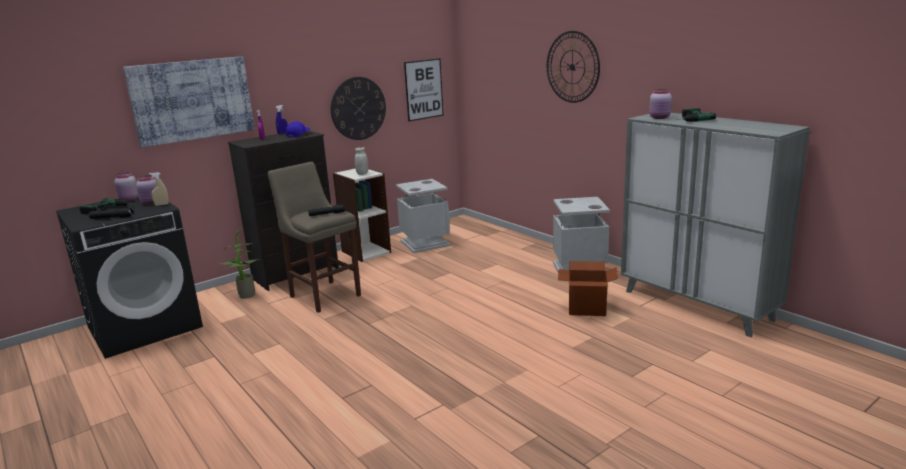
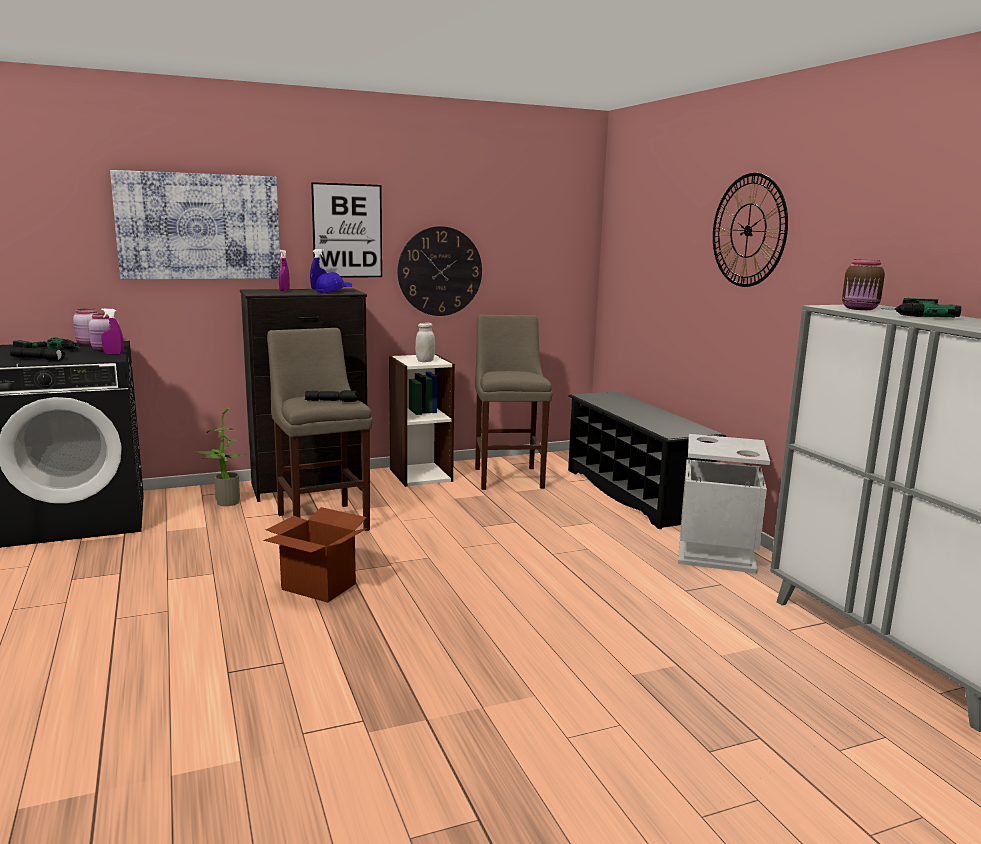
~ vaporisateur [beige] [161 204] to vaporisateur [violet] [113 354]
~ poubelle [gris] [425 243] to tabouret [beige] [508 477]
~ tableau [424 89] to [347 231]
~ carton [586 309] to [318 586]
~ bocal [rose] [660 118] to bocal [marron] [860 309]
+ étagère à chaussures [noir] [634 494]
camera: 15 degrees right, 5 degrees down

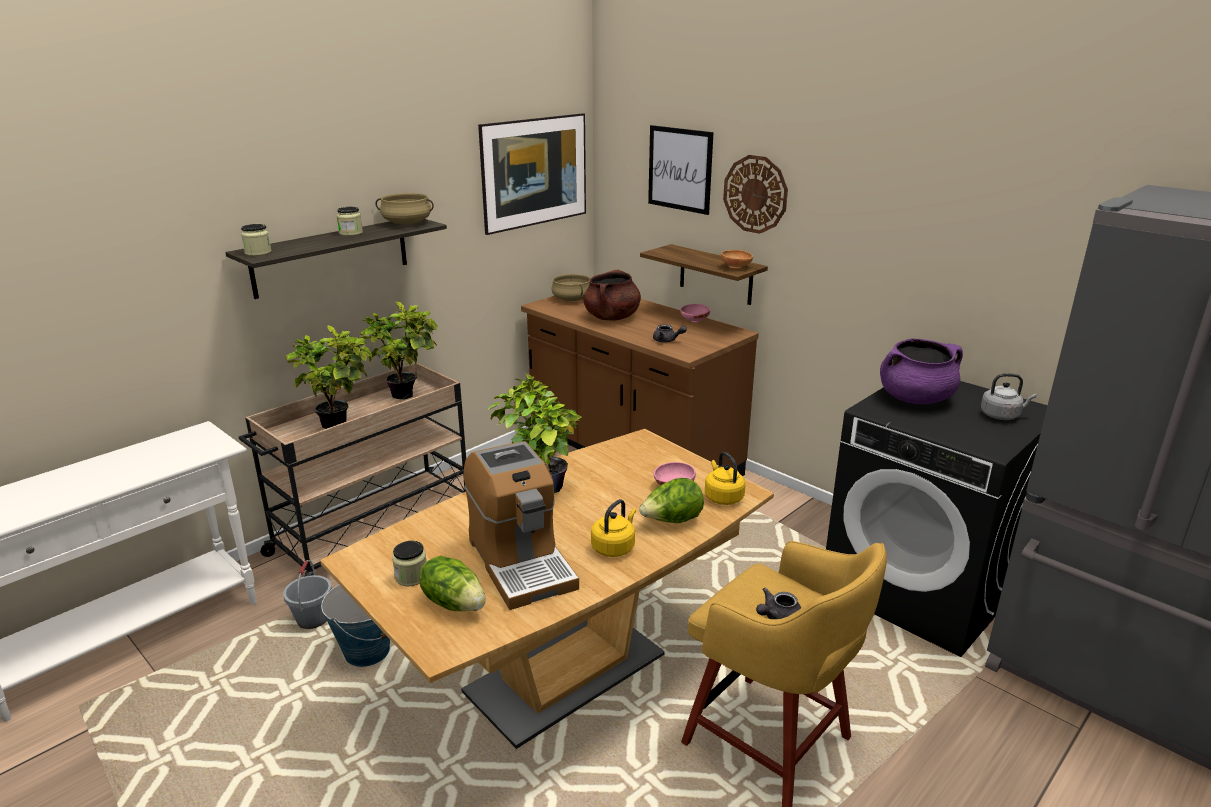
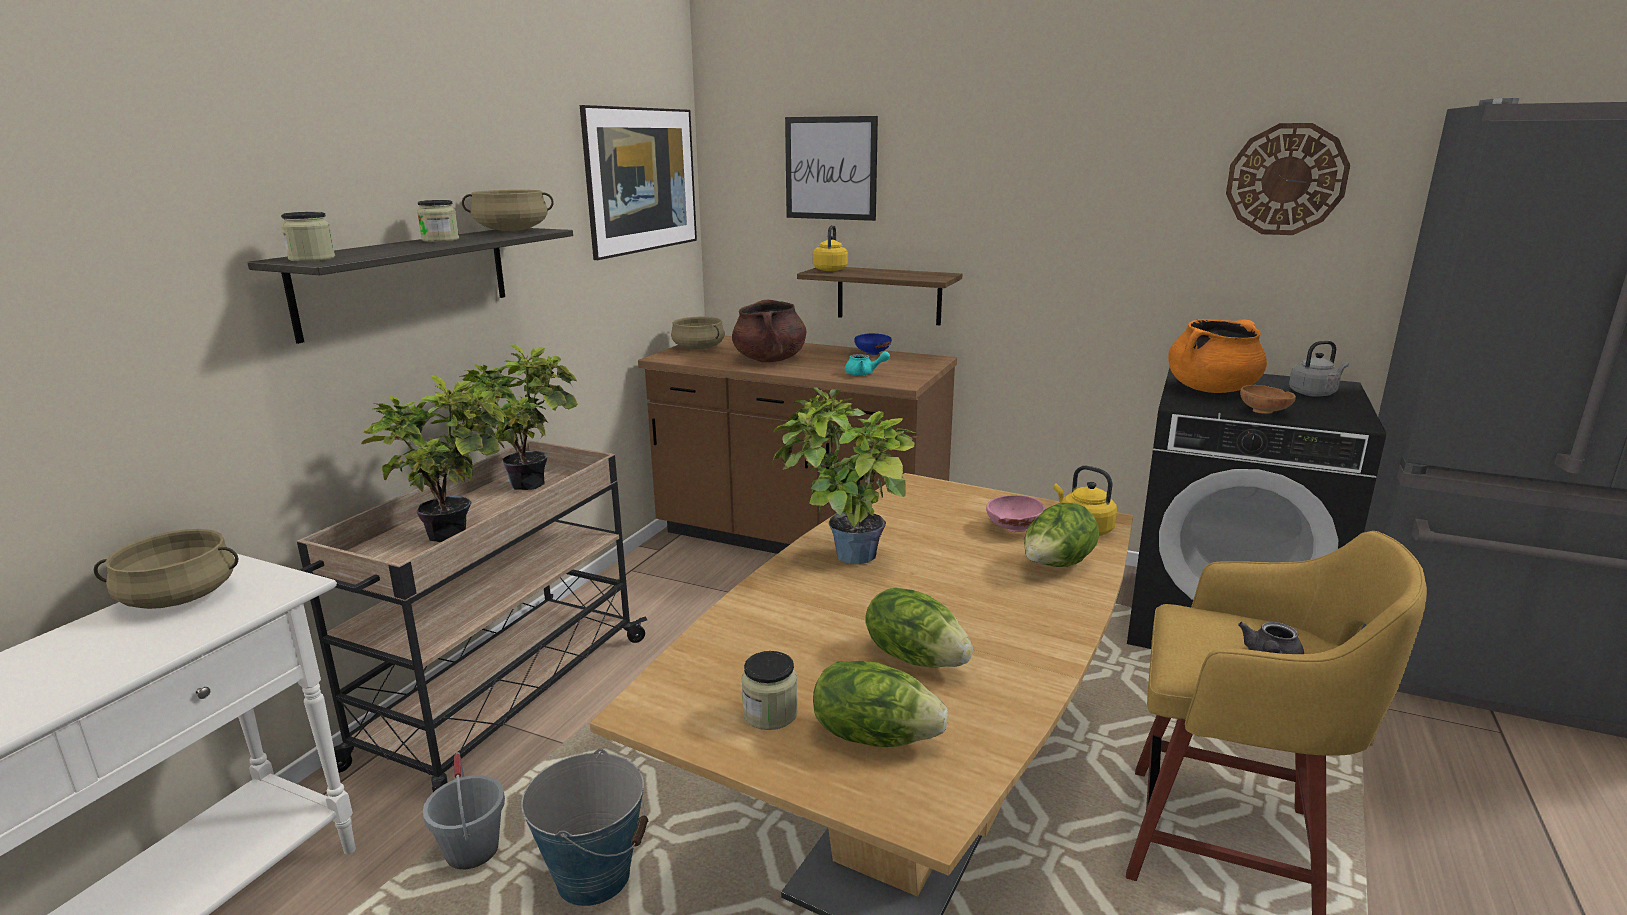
~ machine à café [521 562] to laitue [915 657]
~ bouilloire [jaune] [614 547] to [830 269]
~ théière [gris] [667 341] to théière [turquoise] [864 374]
~ bol [rose] [694 321] to bol [bleu] [872 354]
~ bol [marron] [736 267] to [1265 412]
~ horloge murale [755 194] to [1286 179]
~ marmite [violet] [915 398] to marmite [orange] [1212 390]
+ marmite [beige] [179 597]
camera: 20 degrees left, 5 degrees down

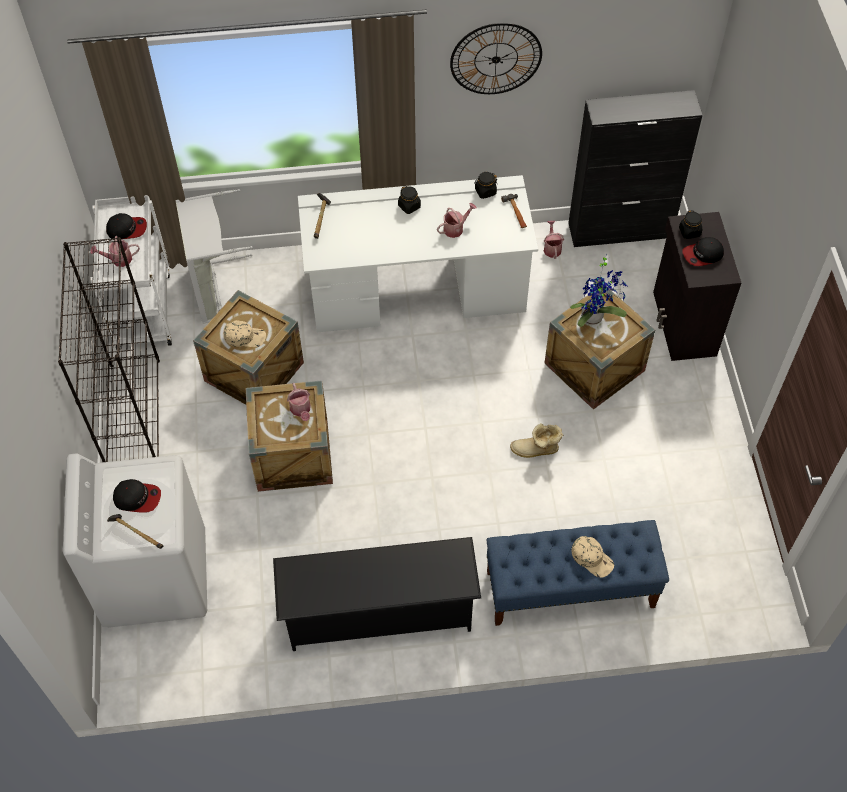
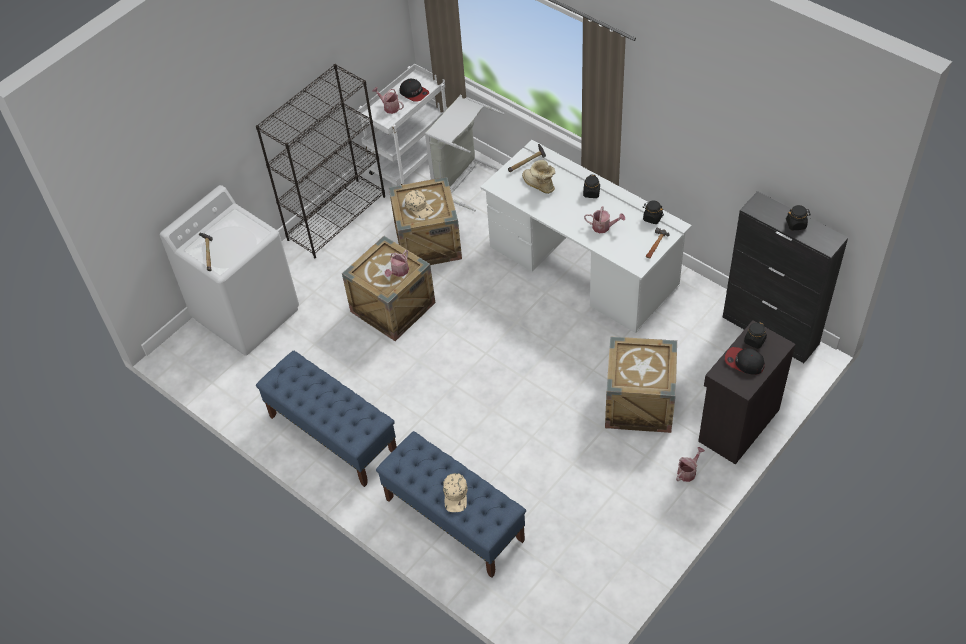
- casquette [137 498]
~ étagère à chaussures [noir] [379 613] to banc [bleu] [332 434]
- horloge murale [496 59]
~ botte [536 451] to [538 185]
~ arrosoir [552 248] to [688 471]
- plante en pot [595 317]
+ bocal [noir] [796 224]
camera: 50 degrees right, 5 degrees down

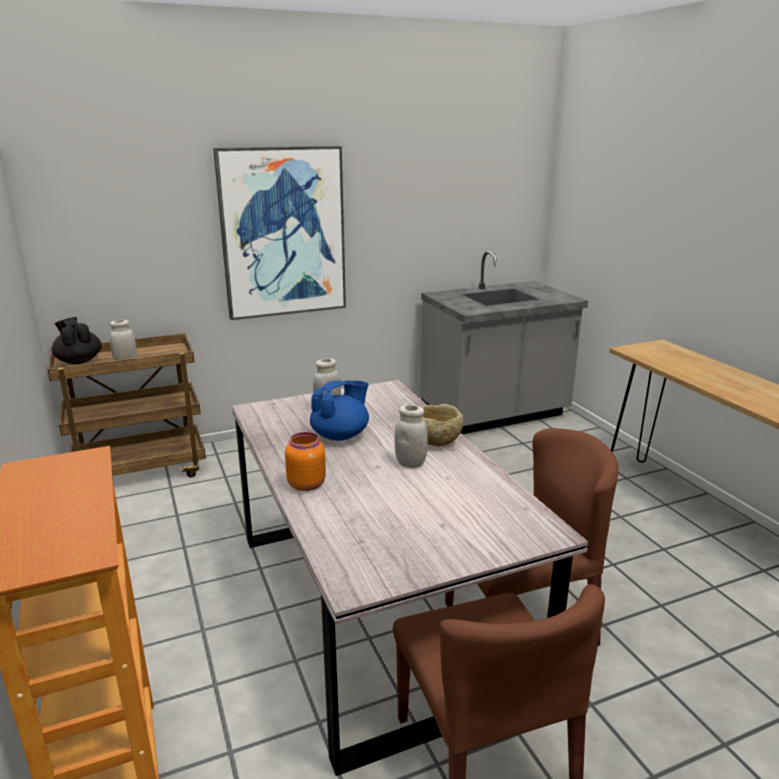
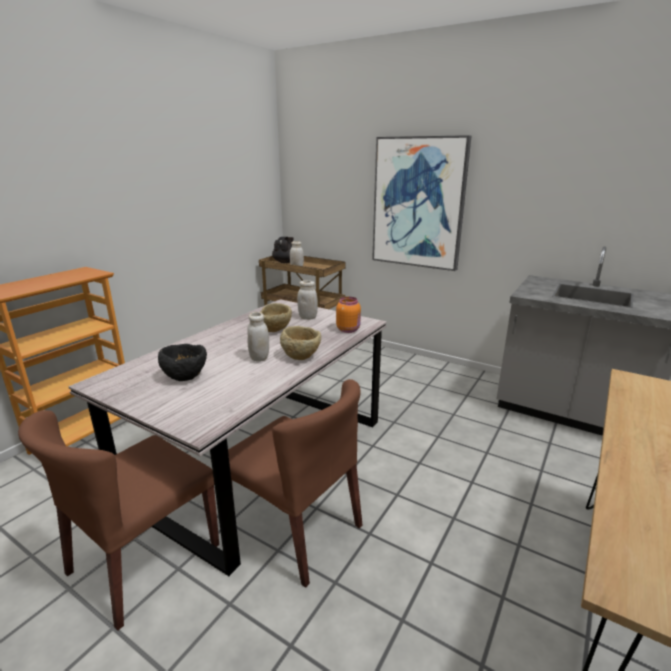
~ bocal [orange] [306 484] to [348 330]
~ théière [bleu] [341 435] to bol [beige] [275 331]
+ bol [noir] [185 377]
camera: 55 degrees right, 0 degrees up

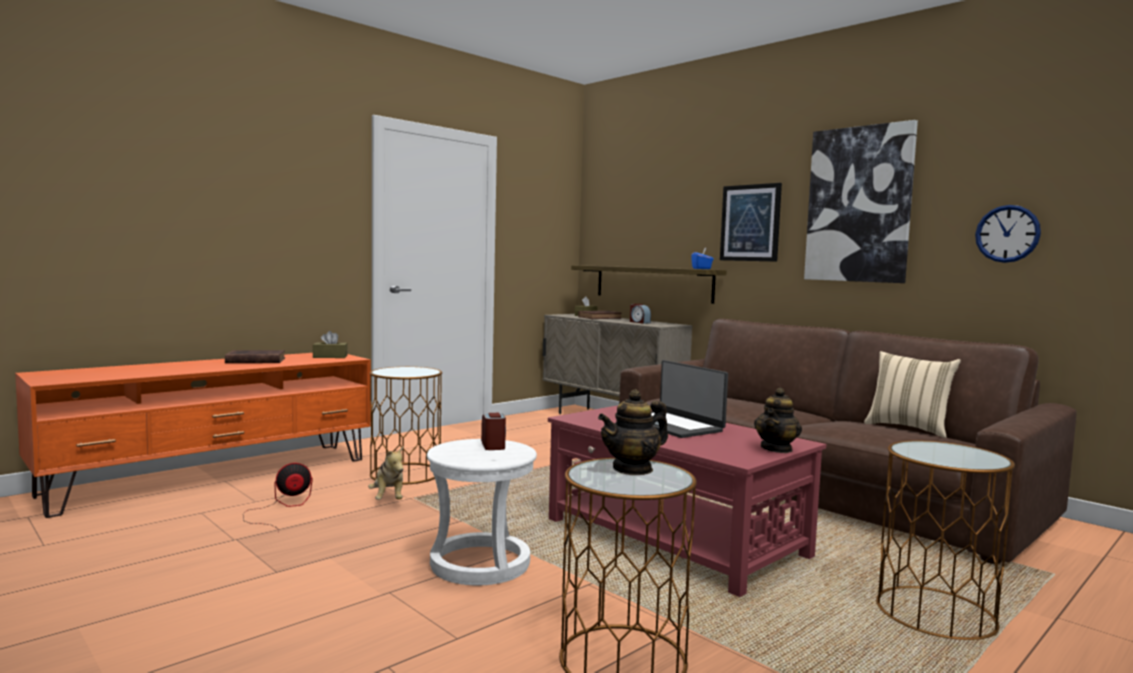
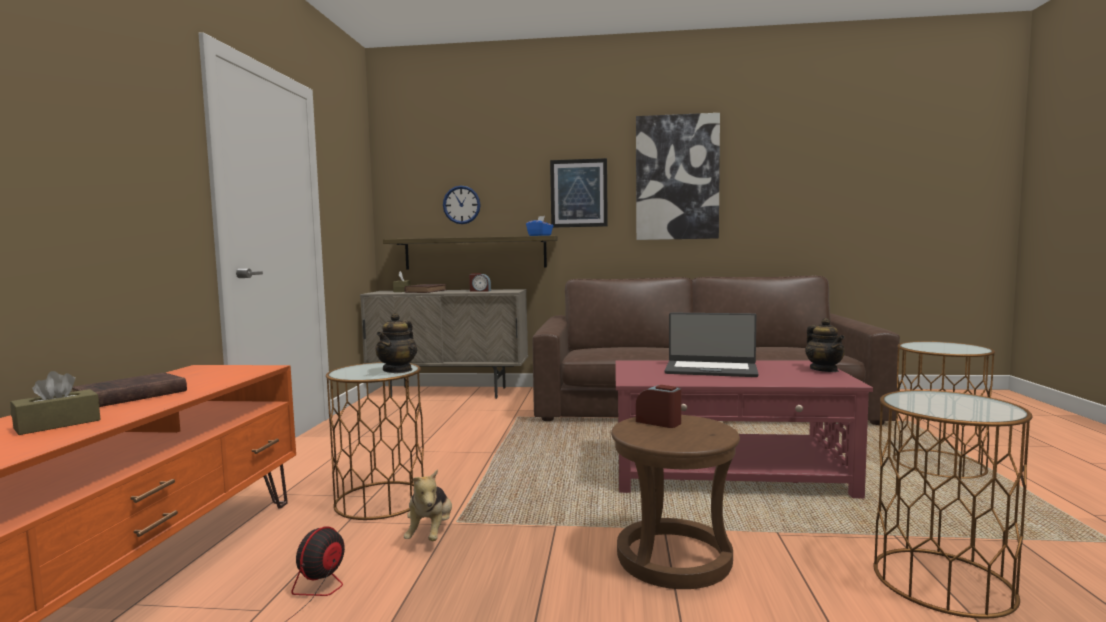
~ boîte à mouchoirs [marron] [330 357] to [57 424]
~ peluche [388 499] = [431 534] 60 degrees clockwise
~ tabouret [blanc] [479 563] to tabouret [marron] [673 558]
~ théière [633 469] to [398 370]
- coussin [beige] [908 428]
~ horloge murale [1007 233] to [461 205]
camera: 40 degrees left, 0 degrees up

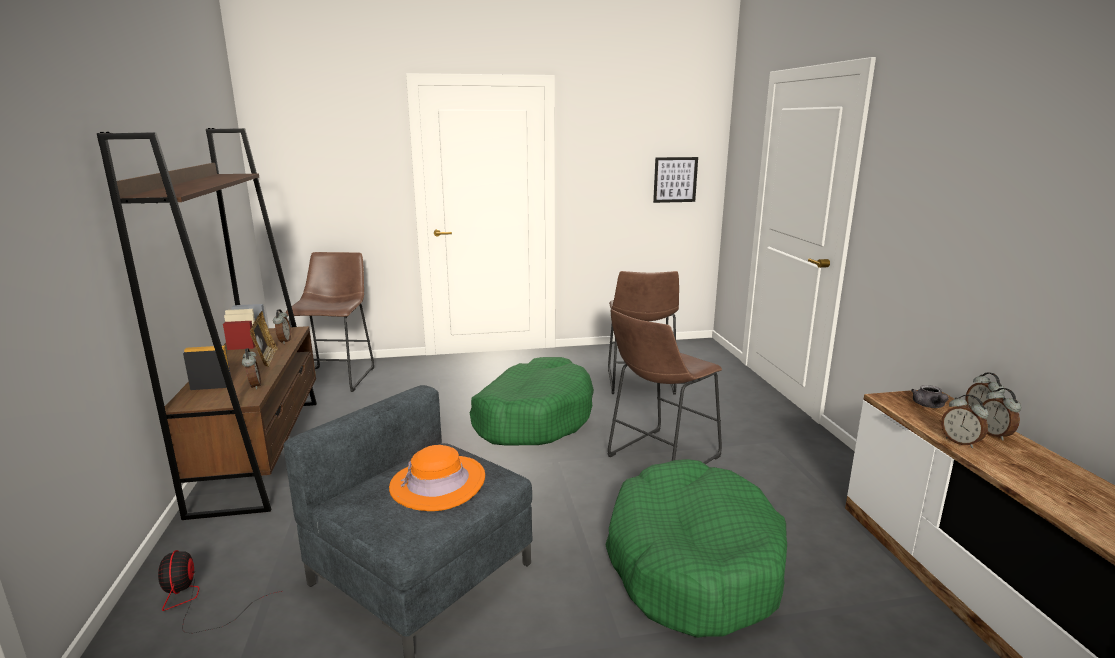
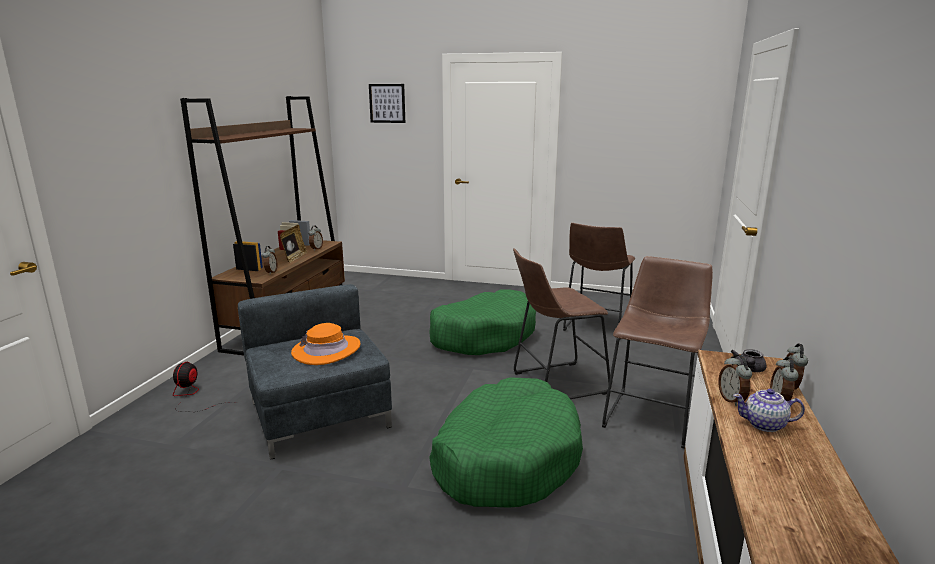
~ tabouret [marron] [337 376] to [652 415]
~ tableau [675 179] to [387 103]
+ théière [765 425]
camera: 25 degrees right, 0 degrees up

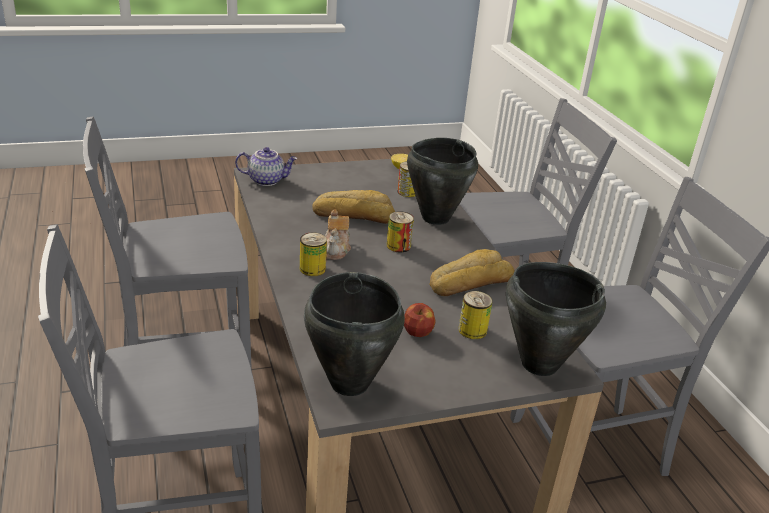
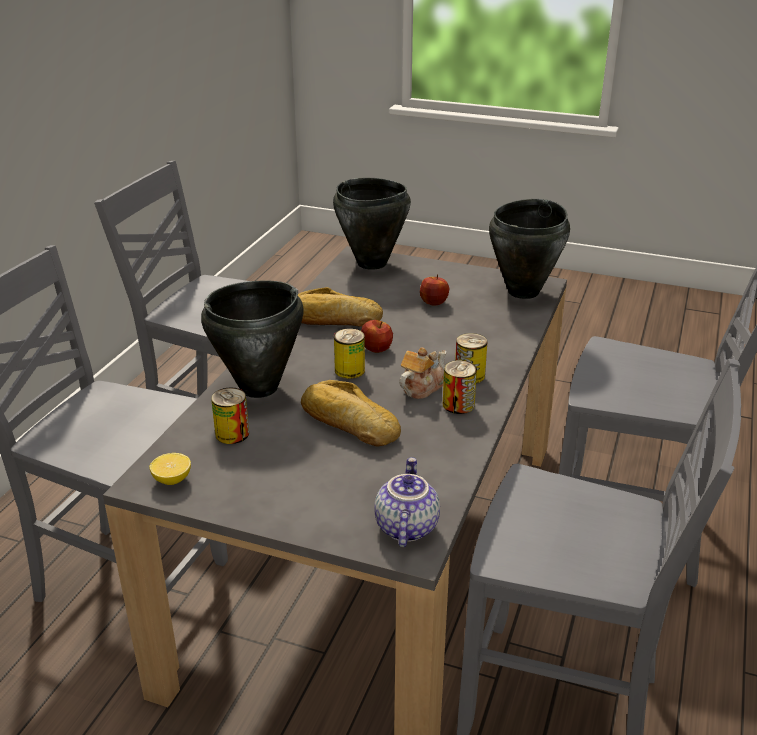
~ théière [266 180] = [405 527] 60 degrees clockwise
~ boîte métallique [472 330] to [458 405]
+ pomme [376 349]
camera: 140 degrees left, 0 degrees up

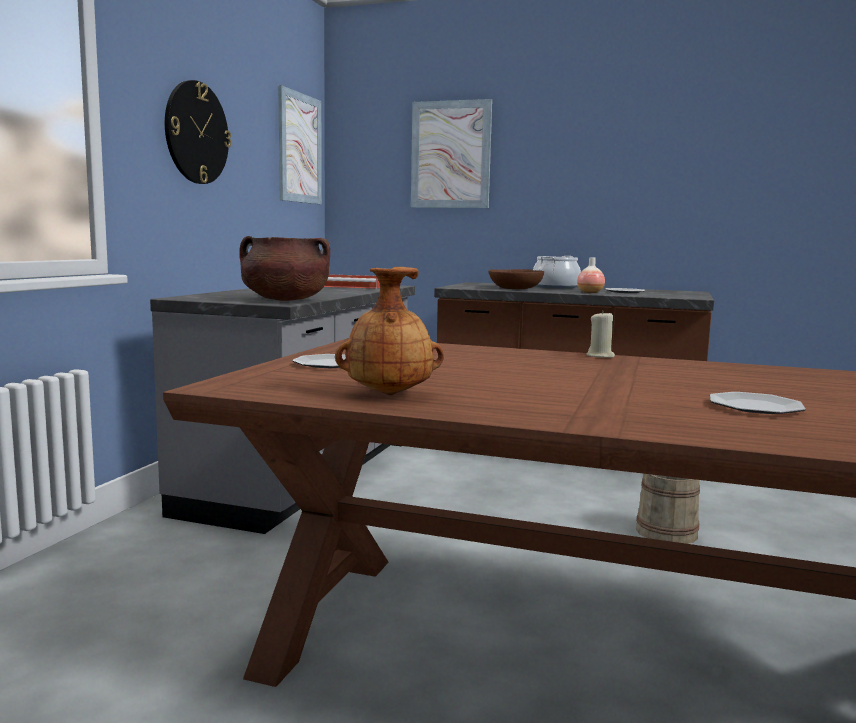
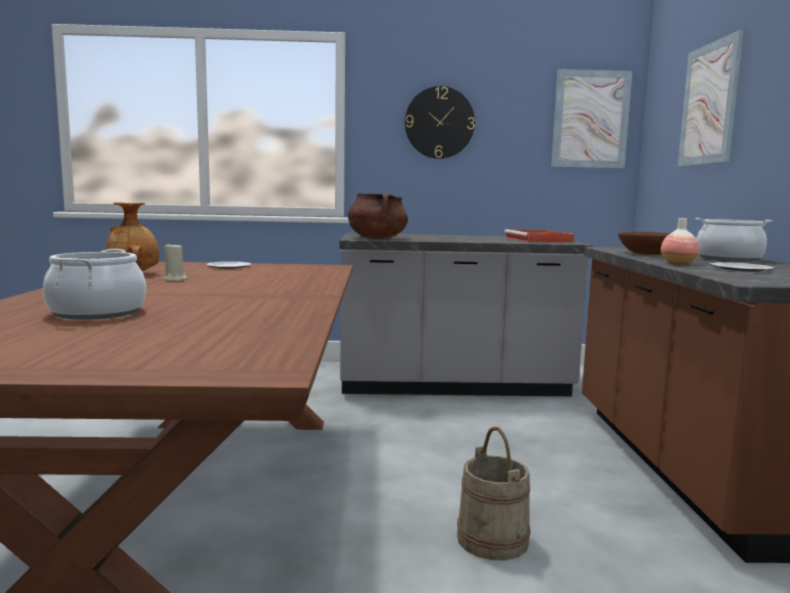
~ bougie [beige] [600 356] to [175 279]
~ assiette [754 407] to marmite [97 312]
camera: 70 degrees right, 0 degrees up

